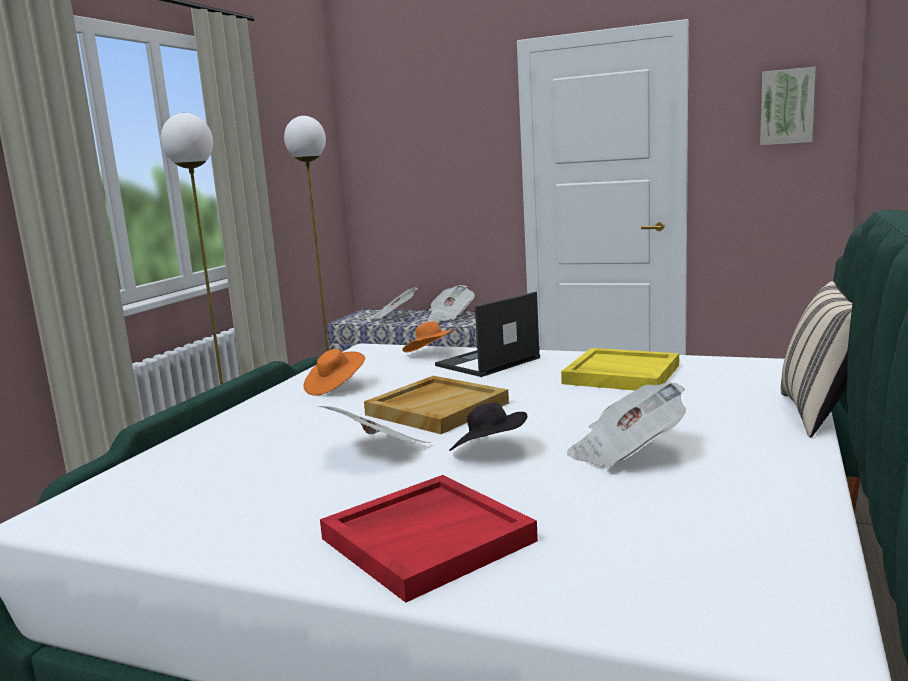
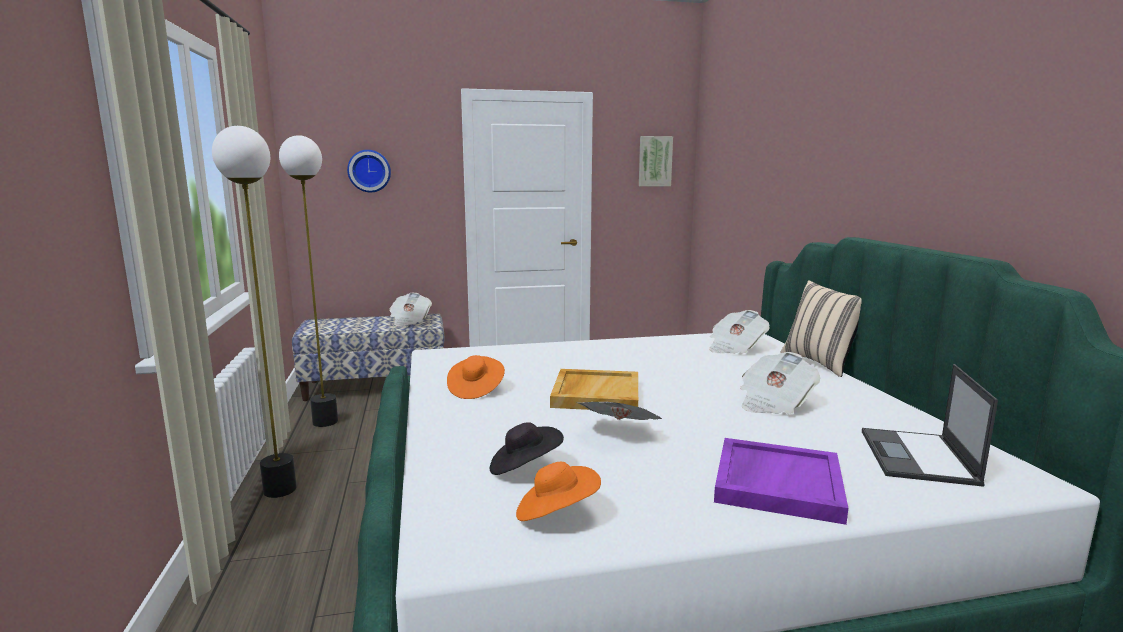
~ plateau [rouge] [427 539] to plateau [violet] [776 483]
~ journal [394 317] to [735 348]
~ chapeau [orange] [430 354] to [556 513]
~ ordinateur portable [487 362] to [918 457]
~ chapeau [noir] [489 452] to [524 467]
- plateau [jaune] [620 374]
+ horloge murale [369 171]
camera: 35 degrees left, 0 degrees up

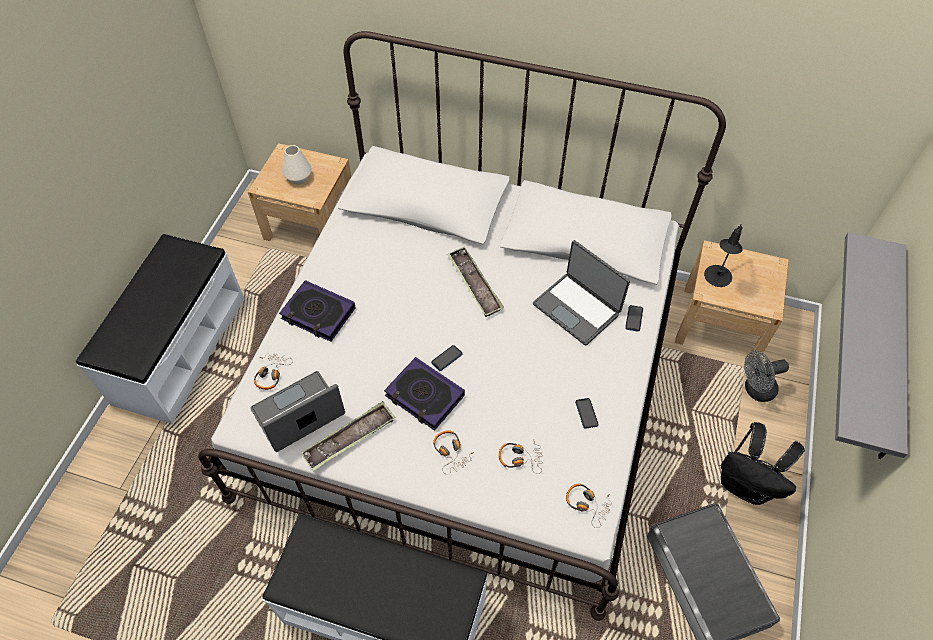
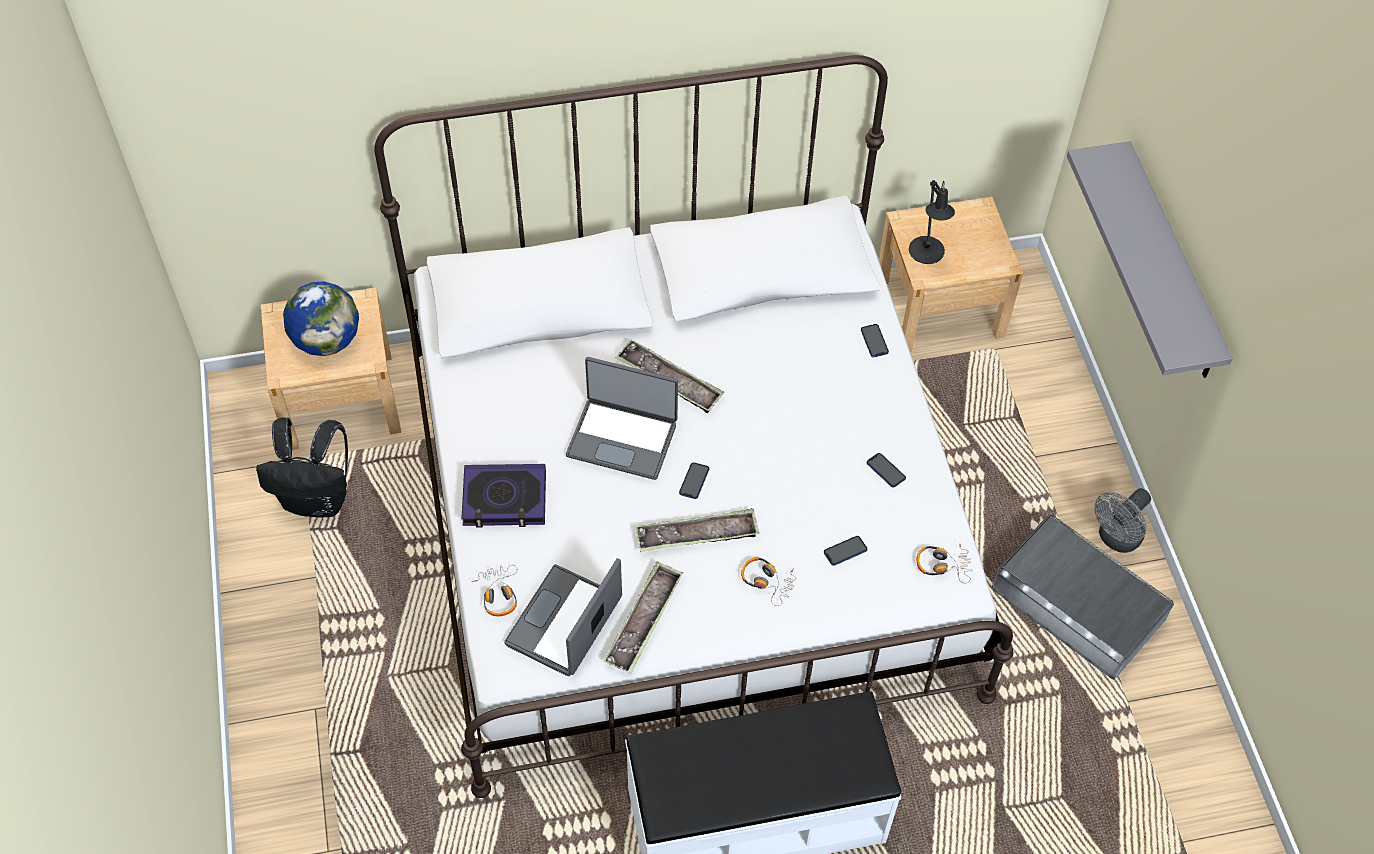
- banc [blanc] [179 350]
~ vase [blanc] [299 178] to globe [327 341]
~ livre [424 396] to plateau [697 535]
~ casque audio [520 458] to téléphone [845 551]
~ ordinateur portable [577 308] to [622 438]
~ sac à dos [noir] [745 485] to [318 500]
~ ventilateur [gris] [755 390] to [1116 539]
camera: 30 degrees left, 0 degrees up

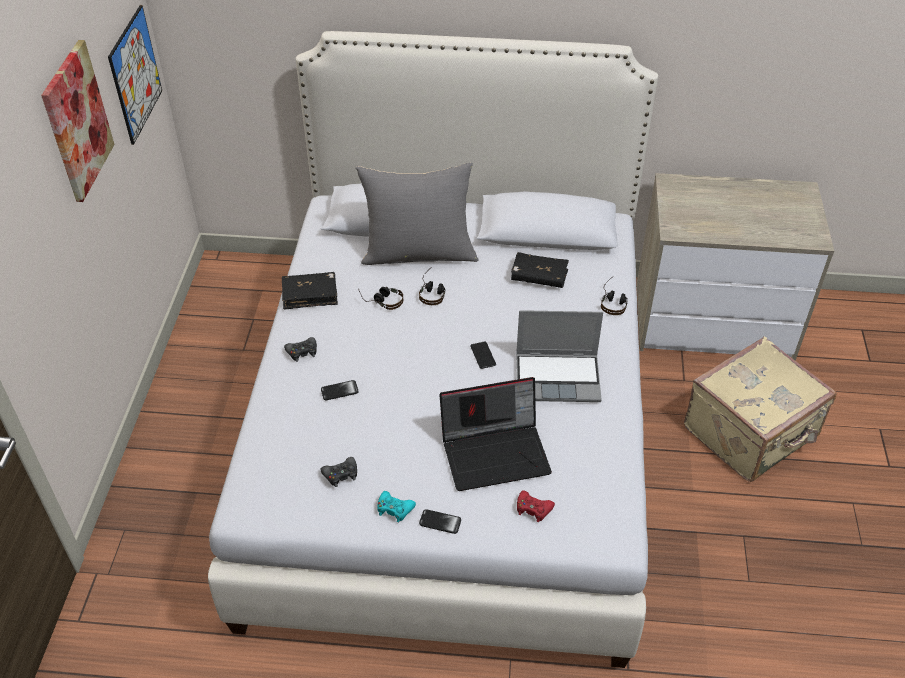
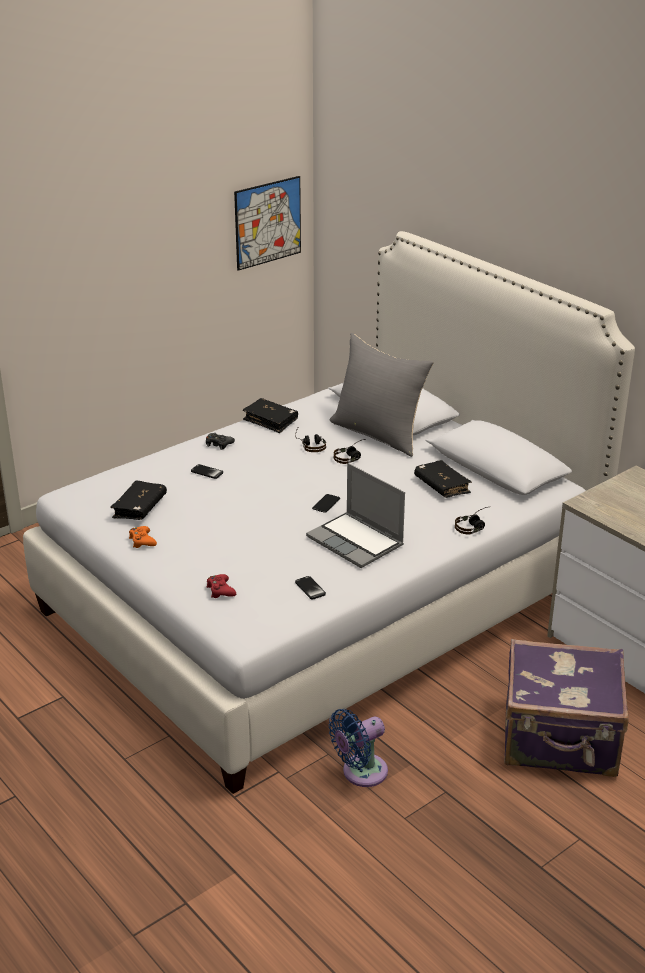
- tableau [77 121]
~ manette [noir] [341 474] to livre [noir] [139 507]
~ manette [turquoise] [394 509] to manette [orange] [142 541]
~ téléphone [440 522] to [310 588]
- ordinateur portable [496 452]
~ valise [beige] [752 434] to valise [violet] [560 740]
+ ventilateur [bleu] [360 773]
camera: 45 degrees right, 15 degrees down

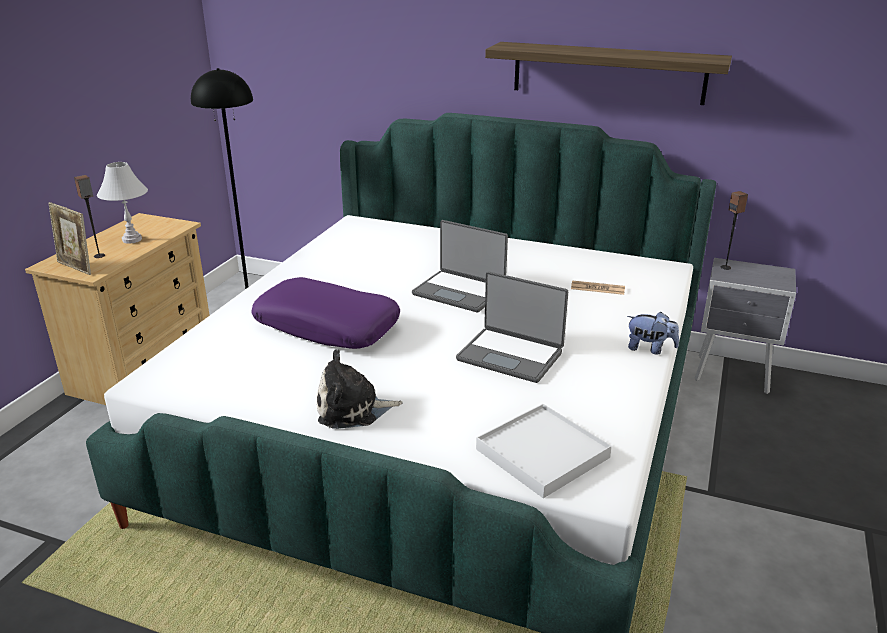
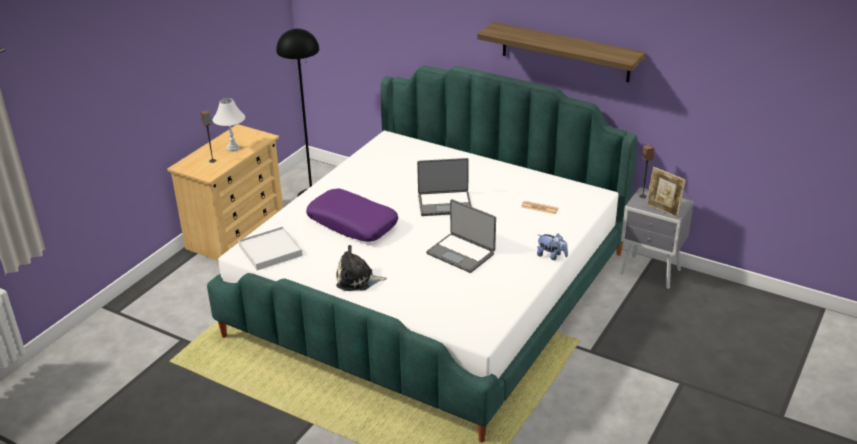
~ cadre photo [76 267] to [662 210]
~ ordinateur portable [460 292] = [445 204] 45 degrees counterclockwise
~ plateau [blanc] [542 453] to [270 250]
camera: 10 degrees right, 5 degrees up

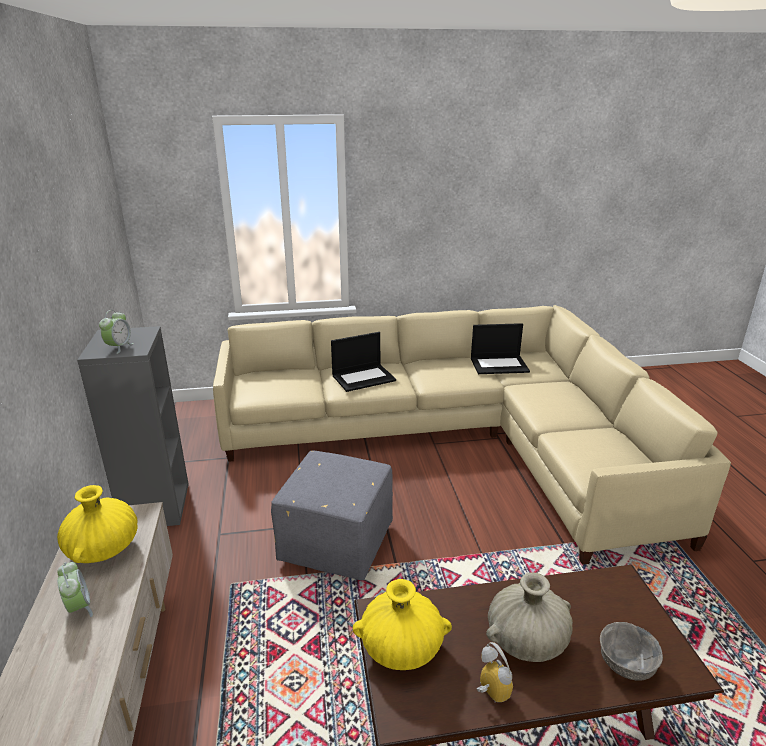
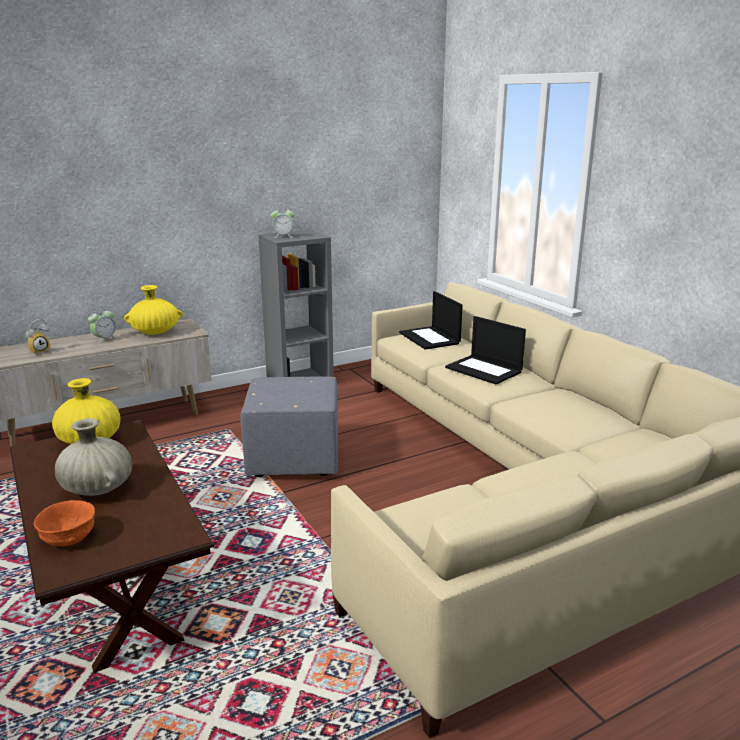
~ ordinateur portable [499 365] to [430 338]
~ réveil [489 692] to [39 351]
~ bol [gris] [626 664] to bol [orange] [69 538]
camera: 70 degrees right, 5 degrees down

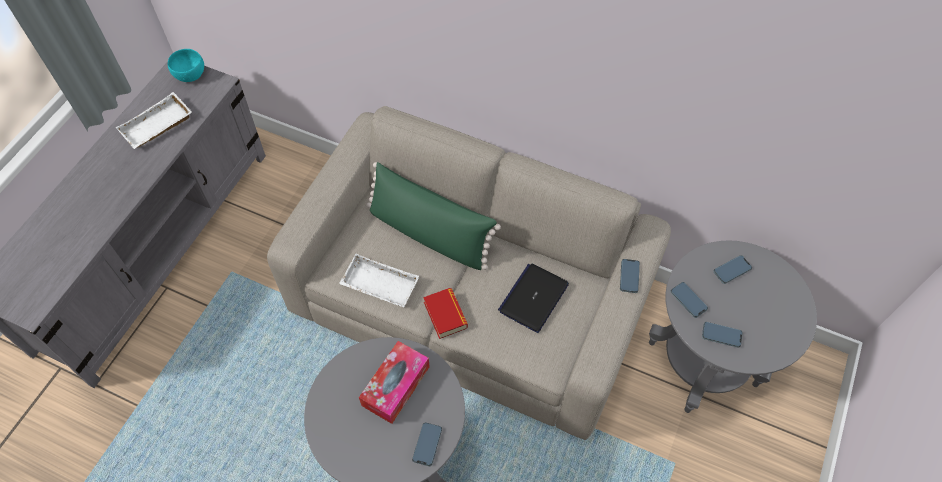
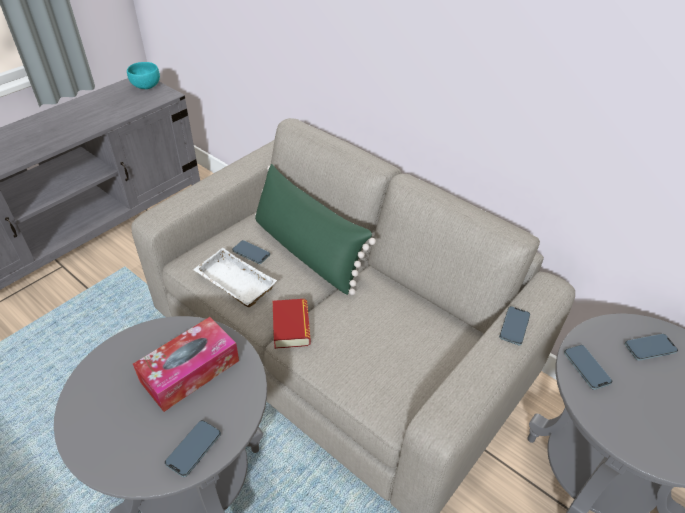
- plateau [blanc] [157 127]
- ordinateur portable [533 298]
~ téléphone [721 335] to [251 253]
camera: 15 degrees right, 15 degrees down

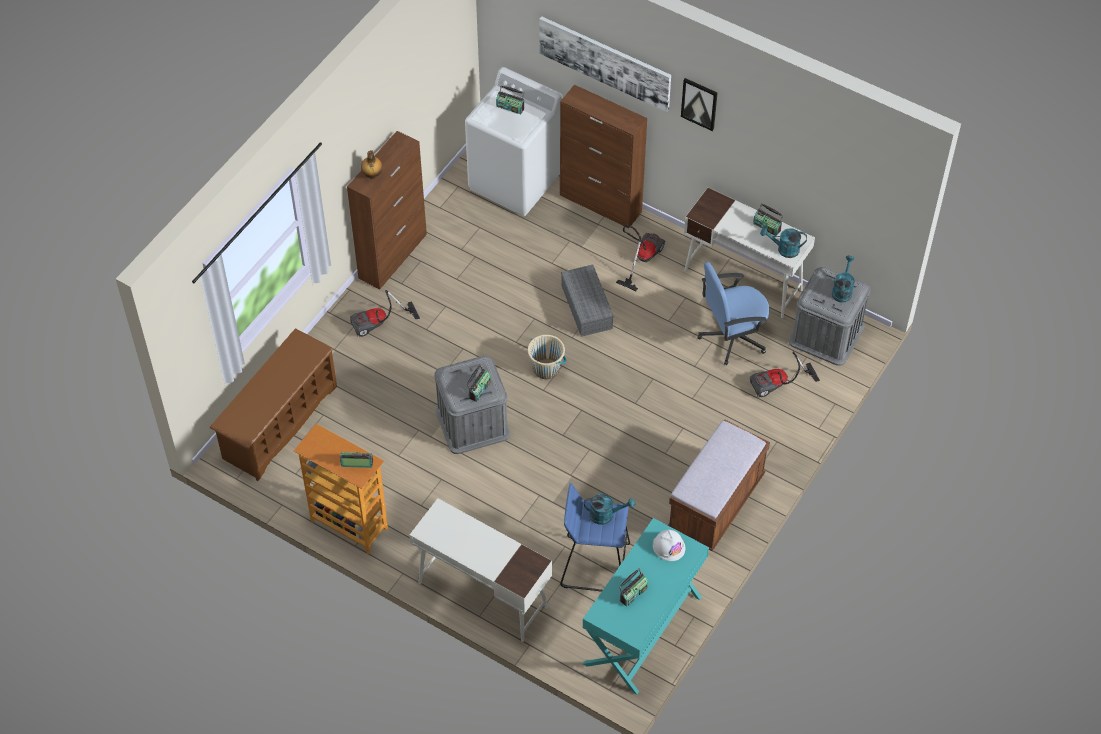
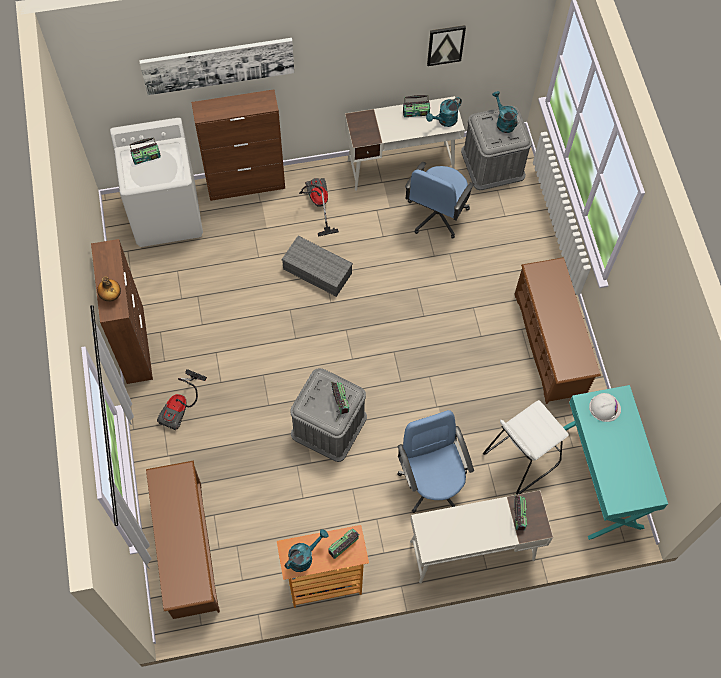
- seau [beige] [546 369]
~ tabouret [bleu] [594 564] to tabouret [blanc] [520 459]
~ arrosoir [turquoise] [606 515] to [304 557]
~ radio [633 593] to [518 515]
~ banc [marron] [716 503] to étagère à chaussures [marron] [550 344]
~ tableau [699 103] to [445 44]
- aspirateur [779 385]
+ chaise de bureau [bleu] [432 482]
camera: 45 degrees left, 10 degrees up

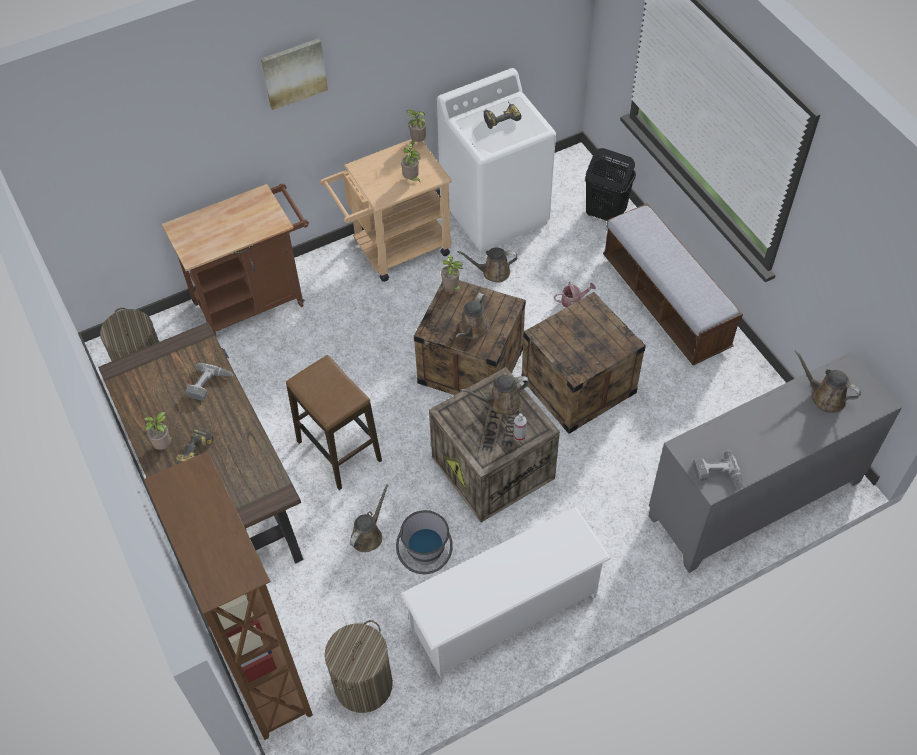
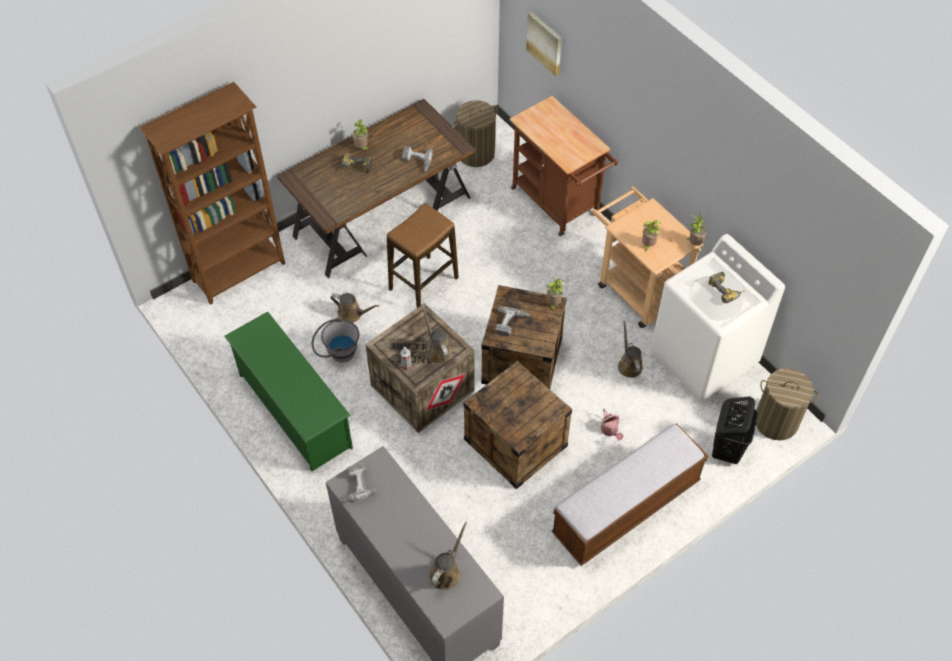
~ tableau [294 73] to [545 43]
~ panier à linge [363 685] to [776 421]
~ étagère à chaussures [blanc] [505 612] to étagère à chaussures [vert] [294 410]
~ arrosoir [marron] [473 330] to perceuse [511 324]
camera: 80 degrees right, 0 degrees up

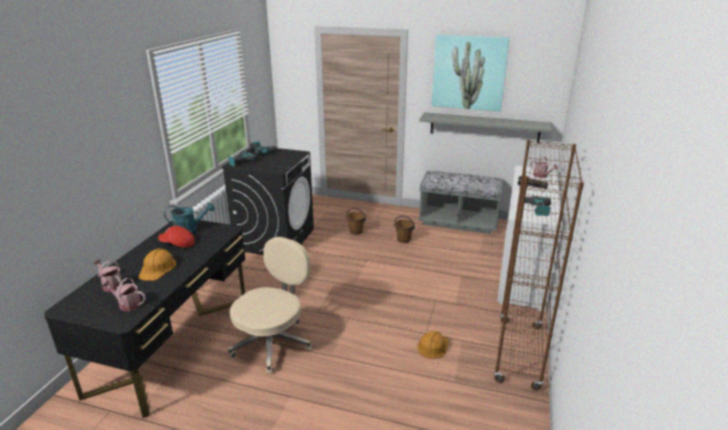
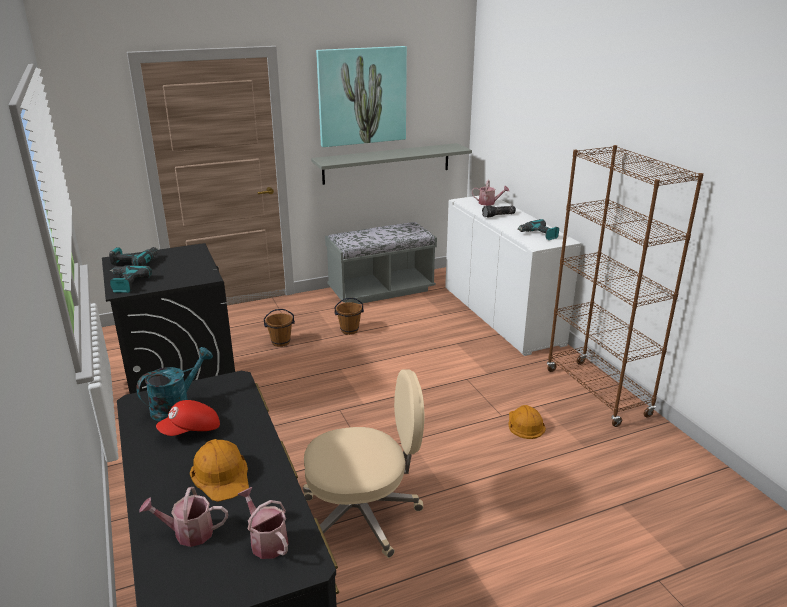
~ arrosoir [127 304] = [266 541] 75 degrees clockwise
~ chaise de bureau [beige] [273 343] = [363 515] 90 degrees clockwise
camera: 40 degrees left, 0 degrees up

